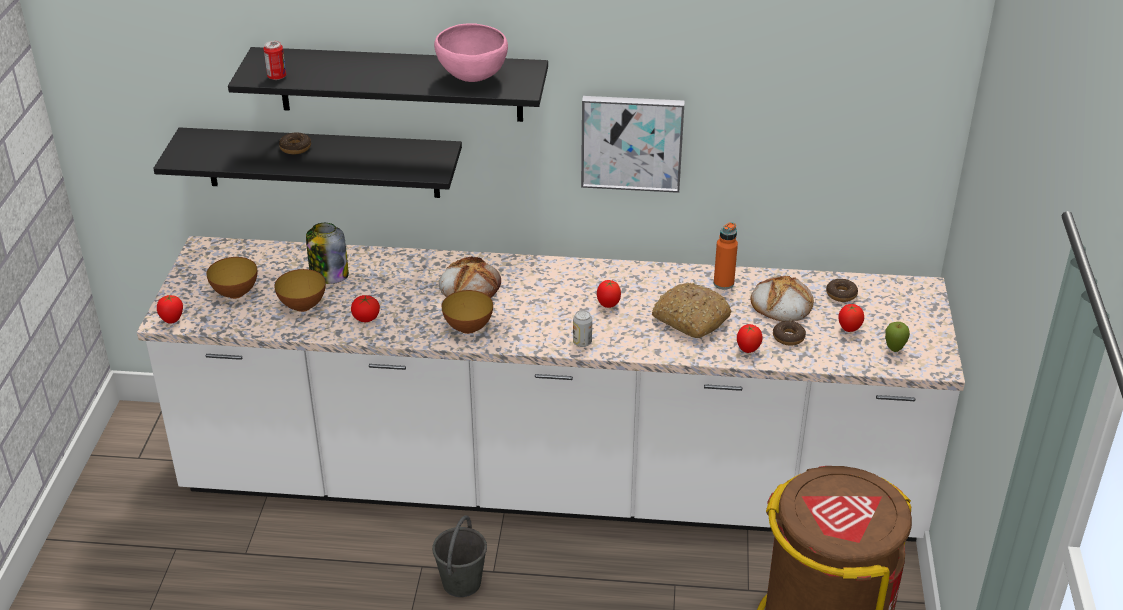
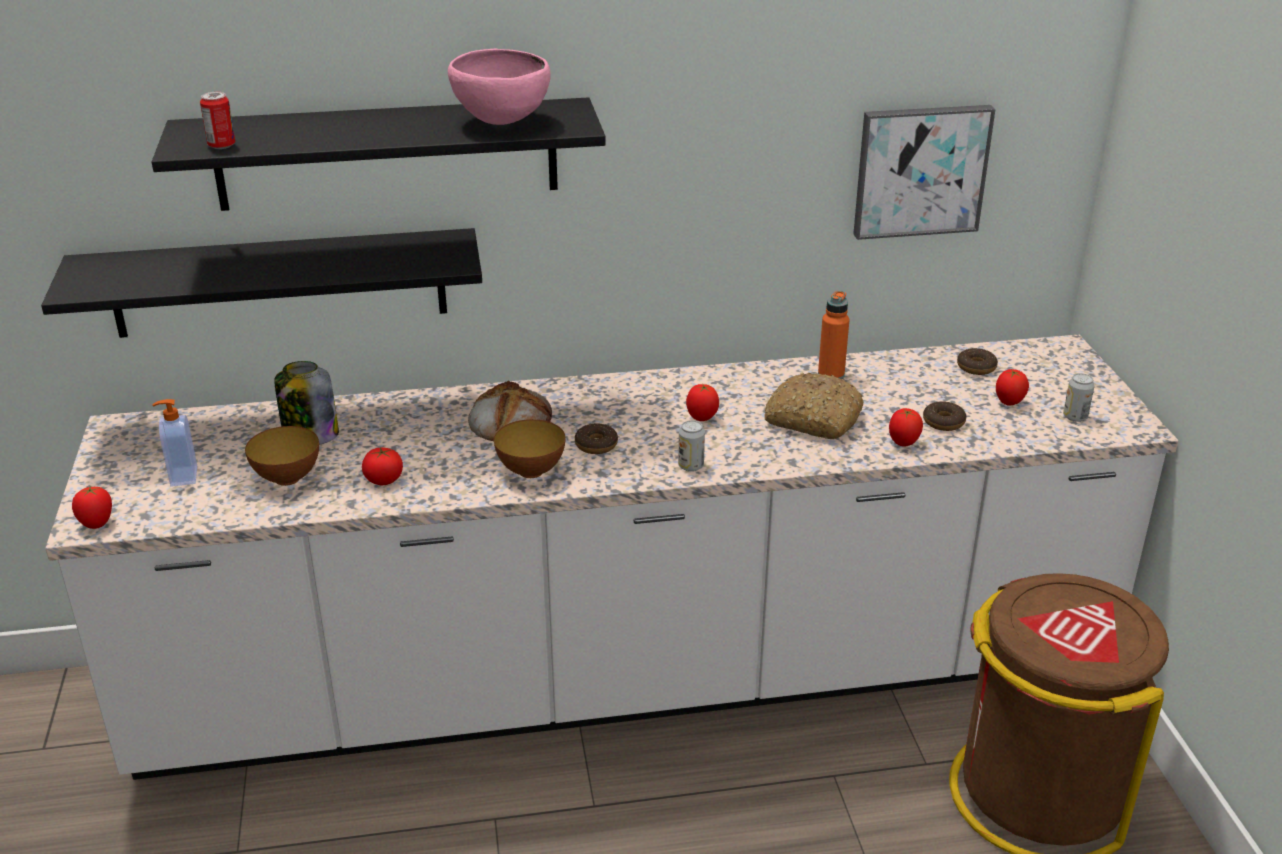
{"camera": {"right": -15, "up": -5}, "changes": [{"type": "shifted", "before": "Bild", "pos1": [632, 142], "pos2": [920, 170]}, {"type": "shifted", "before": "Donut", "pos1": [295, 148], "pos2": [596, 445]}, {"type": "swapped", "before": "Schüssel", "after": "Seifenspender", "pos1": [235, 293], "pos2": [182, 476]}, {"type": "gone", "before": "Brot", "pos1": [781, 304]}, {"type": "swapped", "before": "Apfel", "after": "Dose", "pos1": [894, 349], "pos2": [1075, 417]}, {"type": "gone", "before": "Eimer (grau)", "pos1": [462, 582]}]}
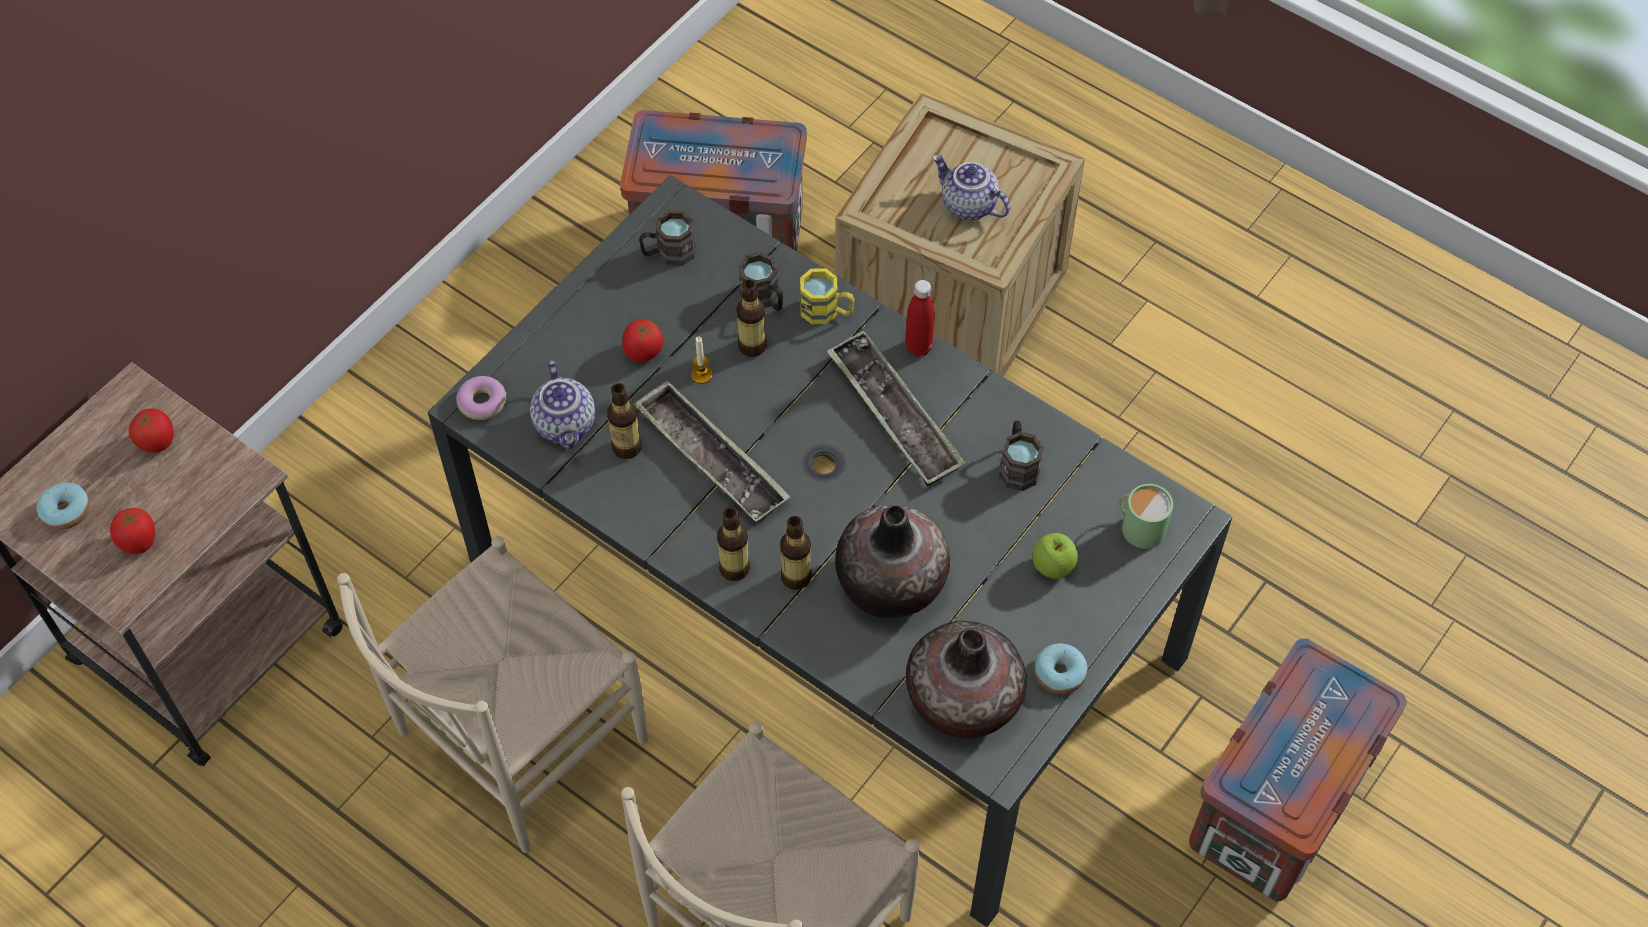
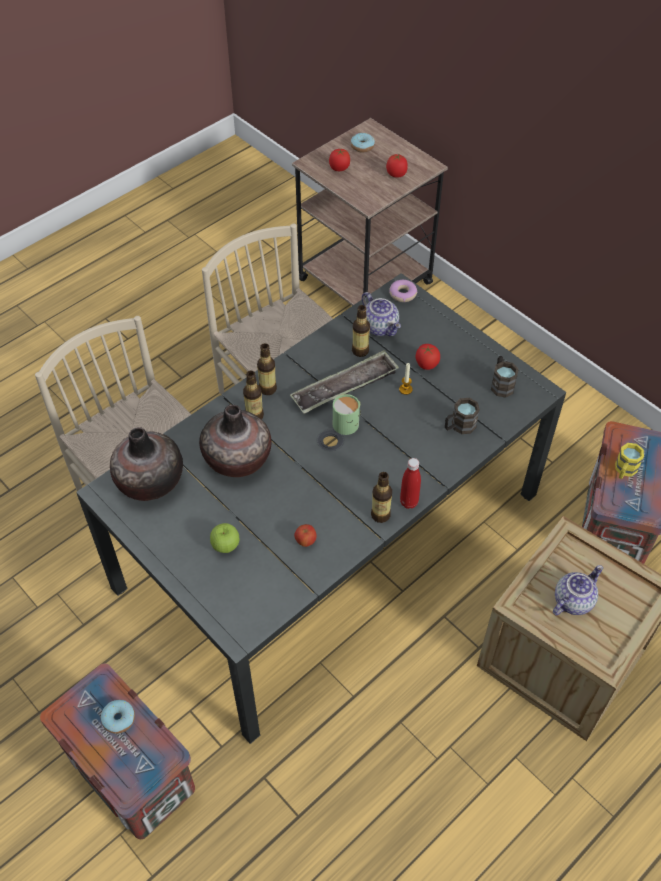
{"camera": {"right": 100, "up": -5}, "changes": [{"type": "shifted", "before": "Henkelbecher (gelb)", "pos1": [827, 312], "pos2": [624, 471]}, {"type": "shifted", "before": "Flasche", "pos1": [752, 346], "pos2": [380, 515]}, {"type": "gone", "before": "Tablett", "pos1": [894, 415]}, {"type": "rotated", "before": "Teekanne", "pos1": [567, 424], "pos2": [381, 327], "turn": -120}, {"type": "swapped", "before": "Henkelbecher (braun)", "after": "Apfel", "pos1": [1018, 465], "pos2": [305, 541]}, {"type": "shifted", "before": "Henkelbecher (grün)", "pos1": [1139, 526], "pos2": [348, 422]}, {"type": "shifted", "before": "Donut", "pos1": [1059, 673], "pos2": [119, 719]}]}
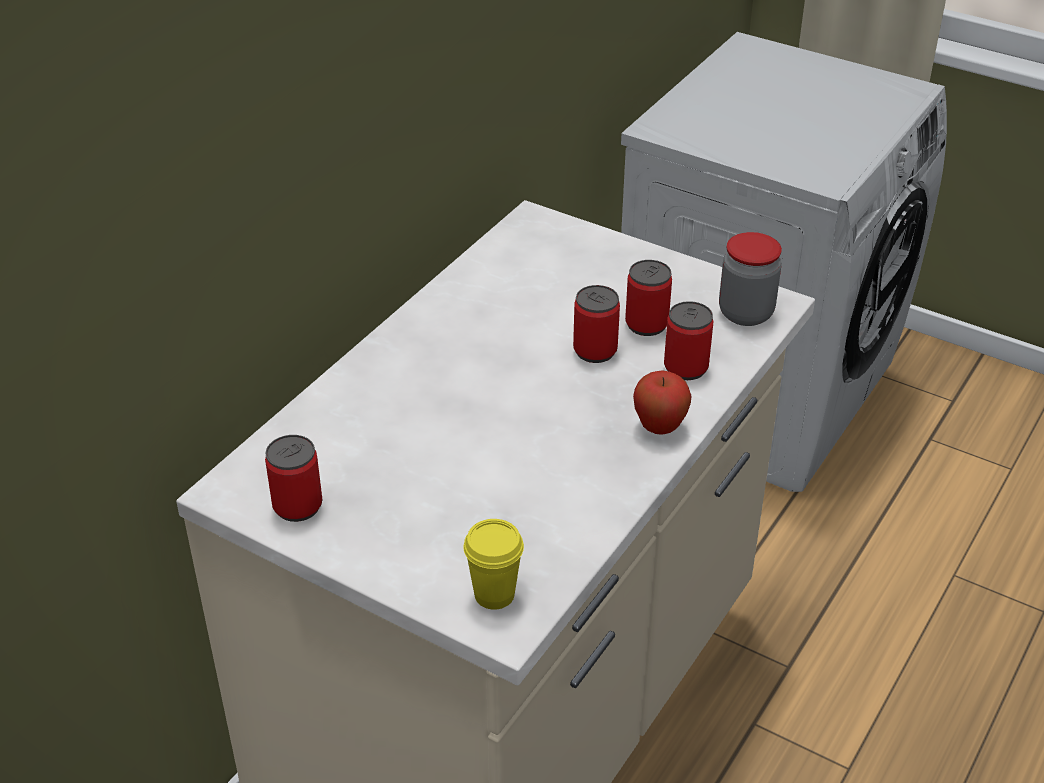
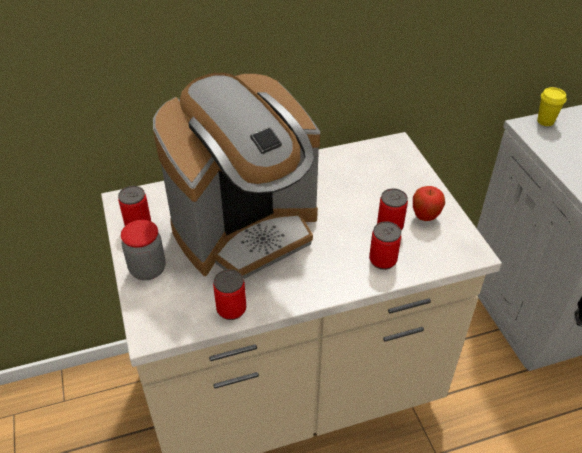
{"camera": {"right": 40, "up": 5}, "changes": [{"type": "shifted", "before": "Vorratsglas", "pos1": [745, 313], "pos2": [148, 269]}, {"type": "shifted", "before": "Dose", "pos1": [595, 350], "pos2": [231, 309]}, {"type": "shifted", "before": "Apfel", "pos1": [659, 428], "pos2": [425, 217]}, {"type": "shifted", "before": "Tasse (gelb)", "pos1": [494, 594], "pos2": [545, 121]}, {"type": "new", "after": "Kaffeemaschine", "pos2": [246, 229]}]}
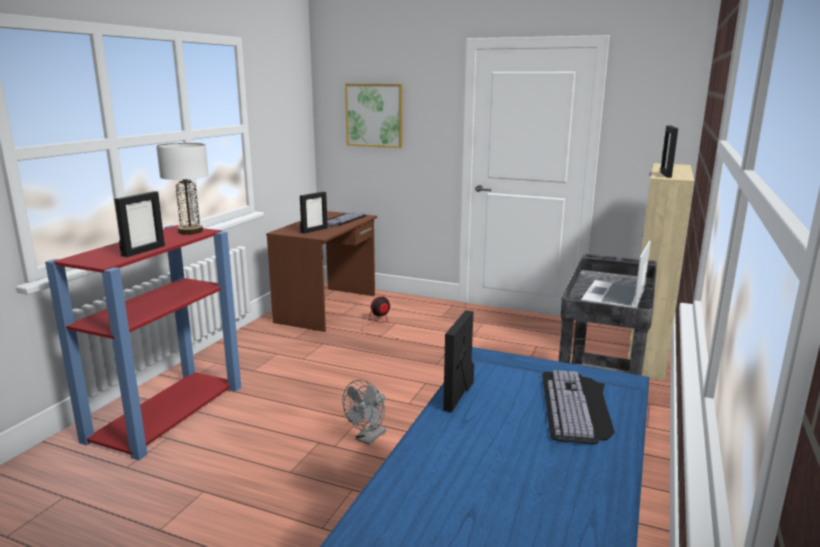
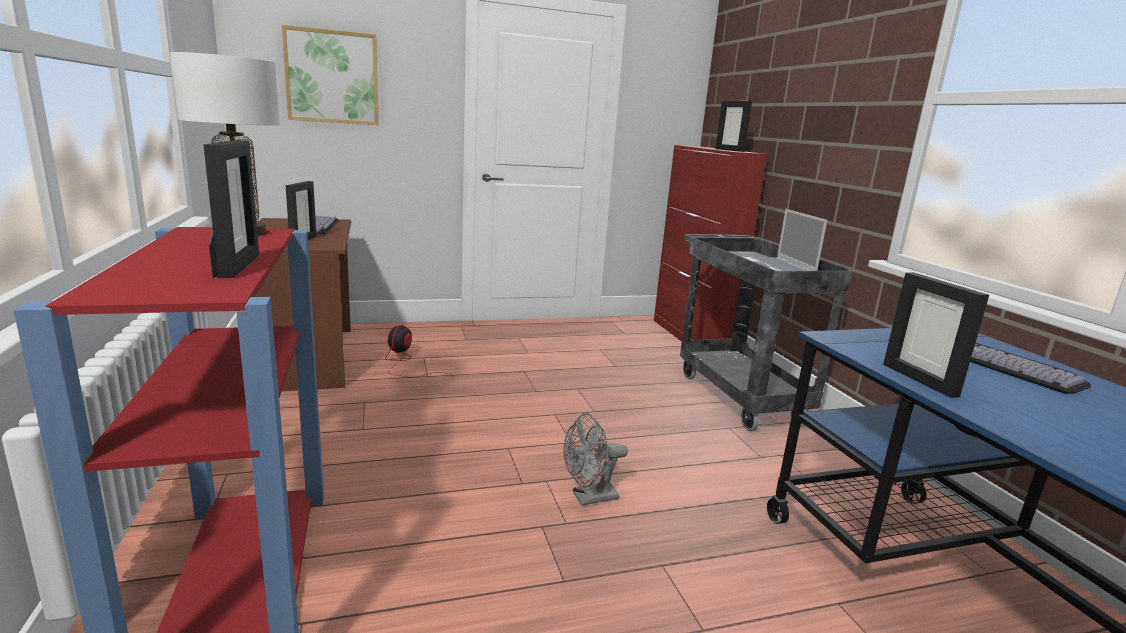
{"camera": {"right": -40, "up": 0}, "changes": [{"type": "repainted", "before": "Schrank (beige)", "after": "Schrank (rot)", "pos1": [647, 354], "pos2": [691, 337]}, {"type": "rotated", "before": "Ventilator (grau)", "pos1": [368, 438], "pos2": [589, 498], "turn": 75}]}
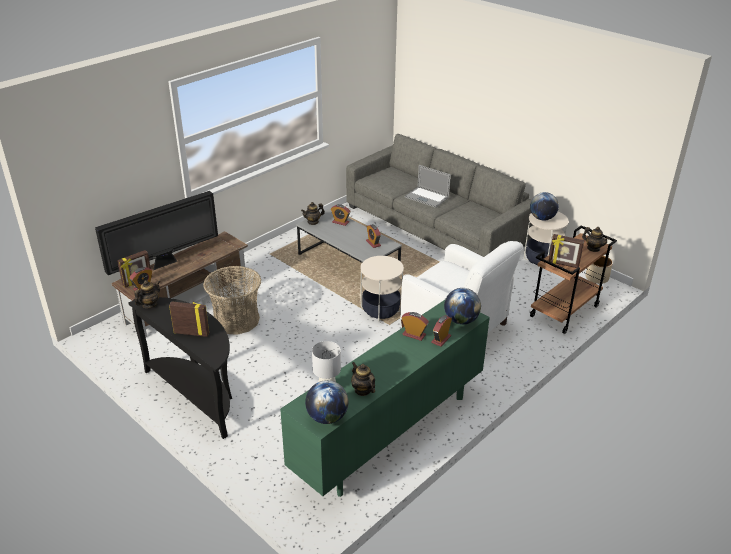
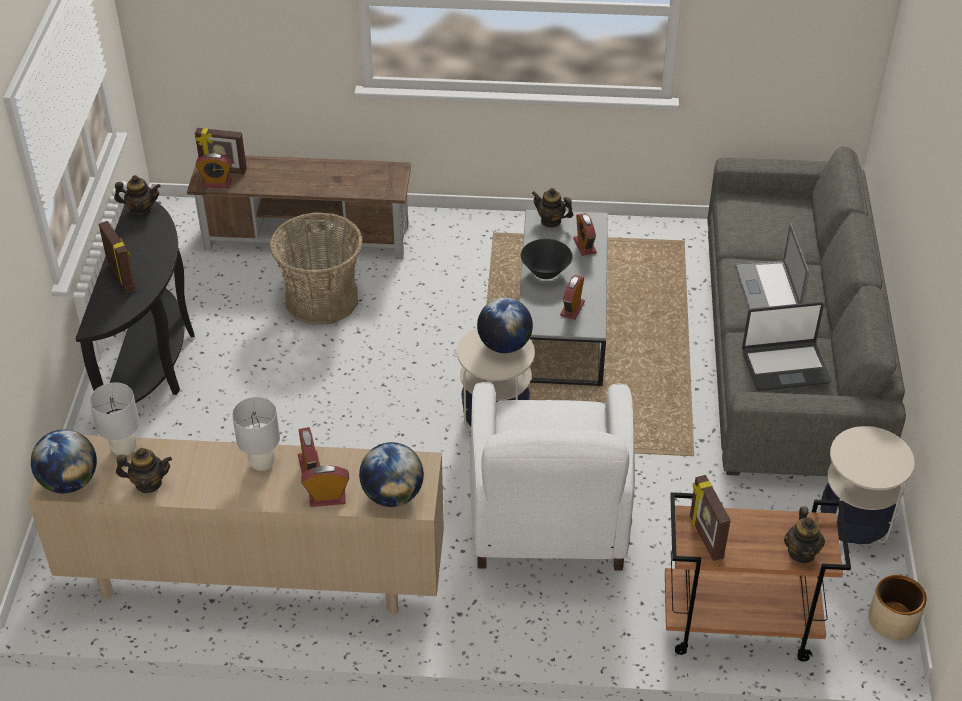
{"camera": {"right": 50, "up": 10}, "changes": [{"type": "gone", "before": "Fernseher", "pos1": [165, 263]}, {"type": "shifted", "before": "Globus", "pos1": [542, 218], "pos2": [504, 345]}, {"type": "repainted", "before": "Schrank (grün)", "after": "Schrank (beige)", "pos1": [390, 433], "pos2": [254, 579]}, {"type": "rotated", "before": "Teekanne", "pos1": [362, 390], "pos2": [148, 483], "turn": 75}, {"type": "new", "after": "Schüssel (schwarz)", "pos2": [545, 272]}, {"type": "new", "after": "Laptop", "pos2": [785, 366]}, {"type": "new", "after": "Tischlampe (grau)", "pos2": [260, 464]}]}
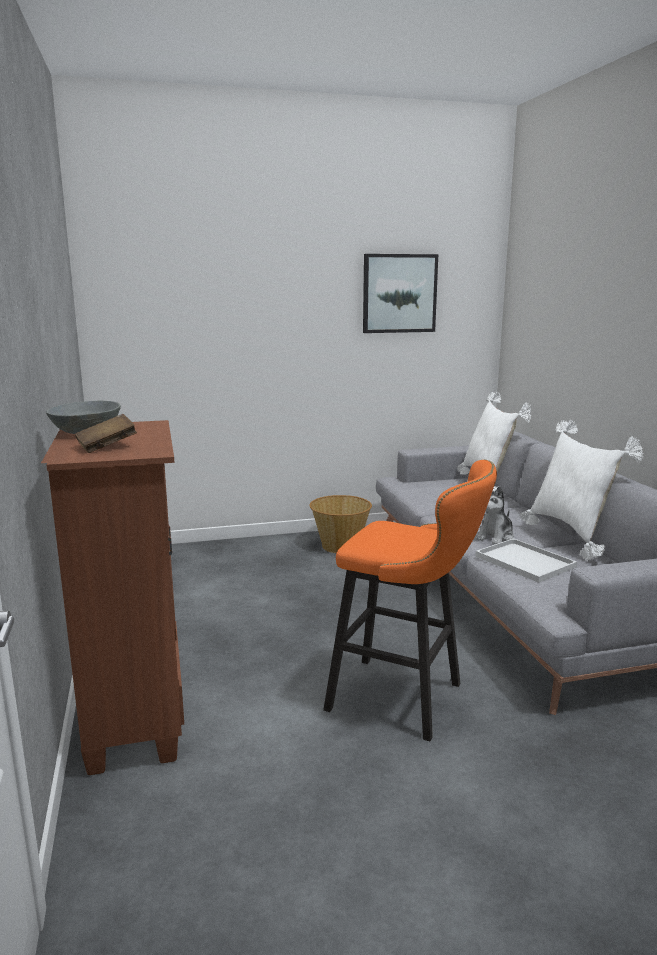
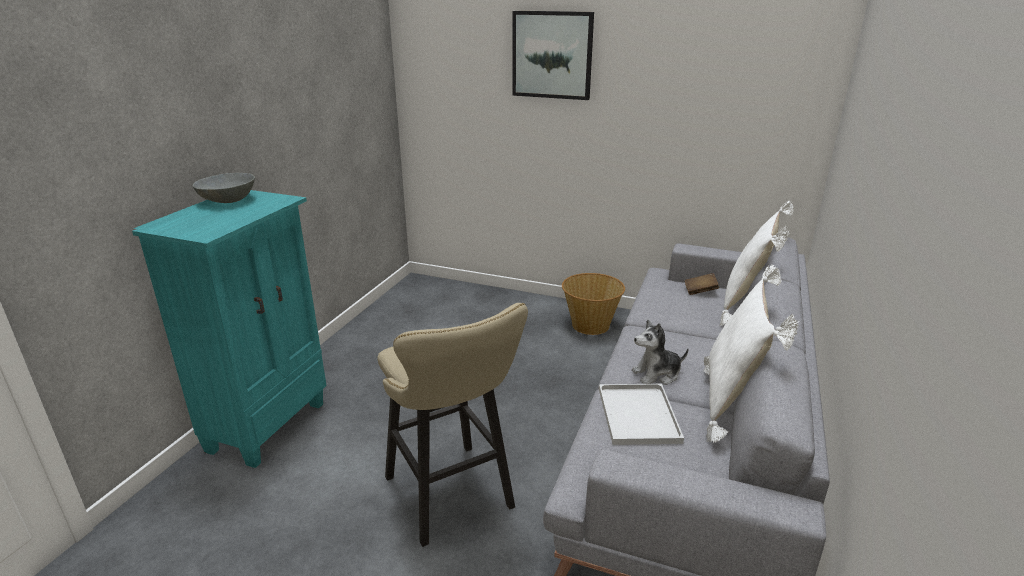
{"camera": {"right": 35, "up": 10}, "changes": [{"type": "shifted", "before": "Bild", "pos1": [399, 293], "pos2": [552, 55]}, {"type": "shifted", "before": "Buch (braun)", "pos1": [107, 447], "pos2": [700, 291]}, {"type": "repainted", "before": "Schrank (braun)", "after": "Schrank (türkis)", "pos1": [137, 724], "pos2": [269, 427]}, {"type": "repainted", "before": "Hocker (orange)", "after": "Hocker (beige)", "pos1": [410, 701], "pos2": [454, 502]}]}
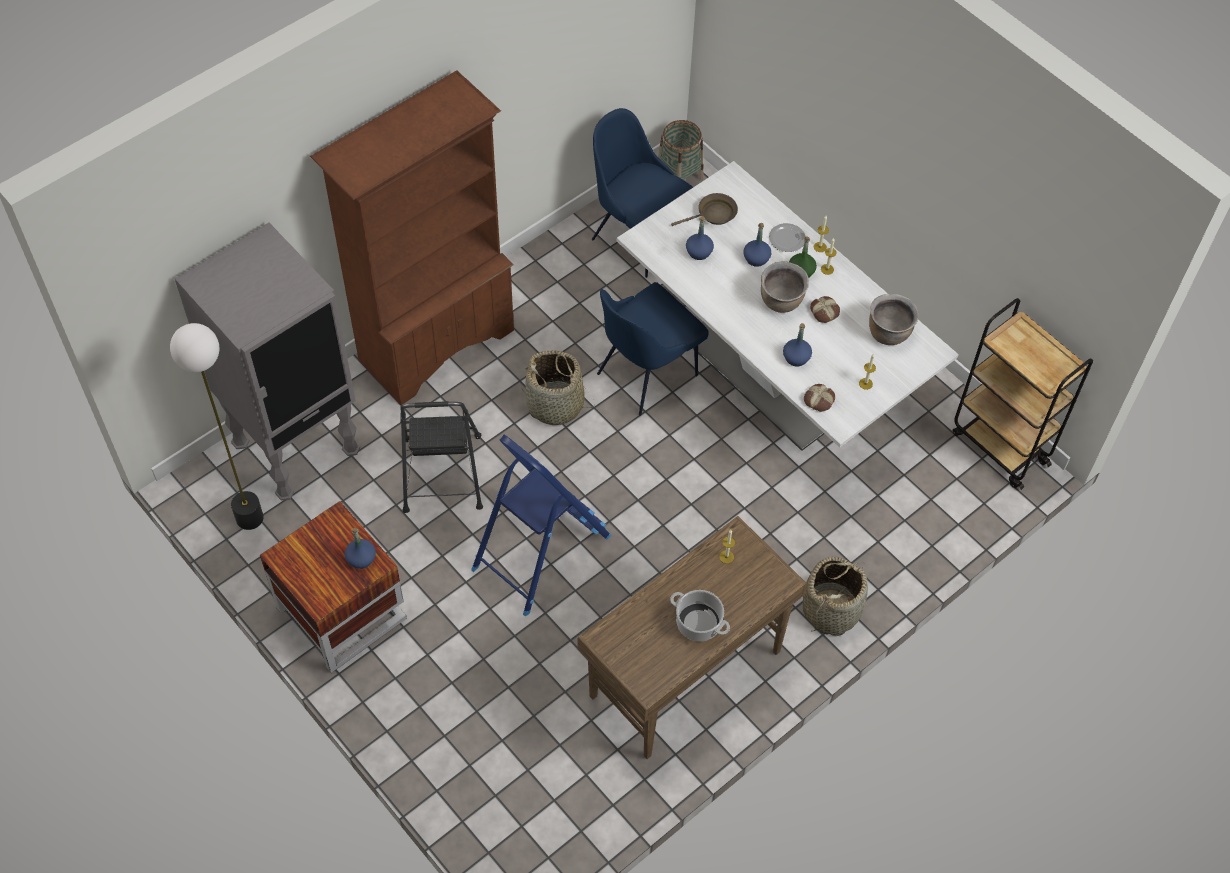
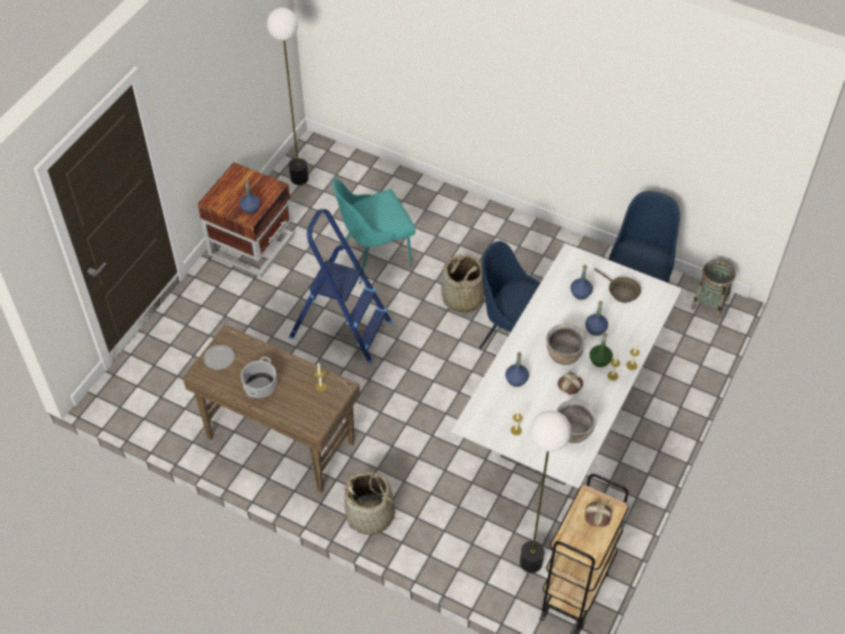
{"camera": {"right": 70, "up": -5}, "changes": [{"type": "gone", "before": "Bücherregal (braun)", "pos1": [436, 344]}, {"type": "gone", "before": "Schrank (grau)", "pos1": [297, 446]}, {"type": "shifted", "before": "Teller", "pos1": [787, 239], "pos2": [218, 358]}, {"type": "shifted", "before": "Brot", "pos1": [819, 400], "pos2": [597, 516]}, {"type": "swapped", "before": "Trittleiter (schwarz)", "after": "Stuhl (türkis)", "pos1": [442, 475], "pos2": [375, 258]}, {"type": "new", "after": "Stehlampe", "pos2": [530, 562]}]}
